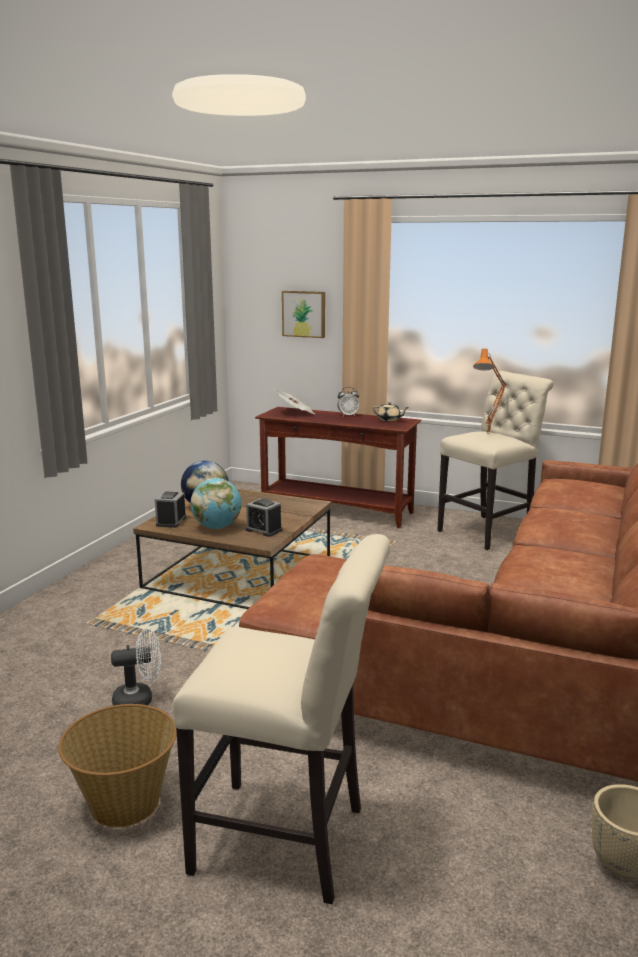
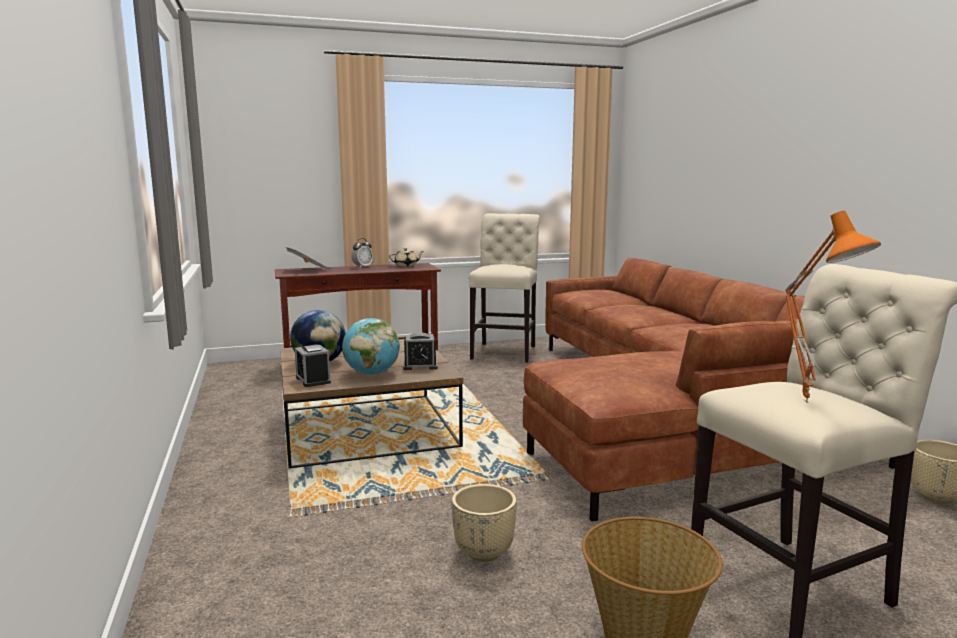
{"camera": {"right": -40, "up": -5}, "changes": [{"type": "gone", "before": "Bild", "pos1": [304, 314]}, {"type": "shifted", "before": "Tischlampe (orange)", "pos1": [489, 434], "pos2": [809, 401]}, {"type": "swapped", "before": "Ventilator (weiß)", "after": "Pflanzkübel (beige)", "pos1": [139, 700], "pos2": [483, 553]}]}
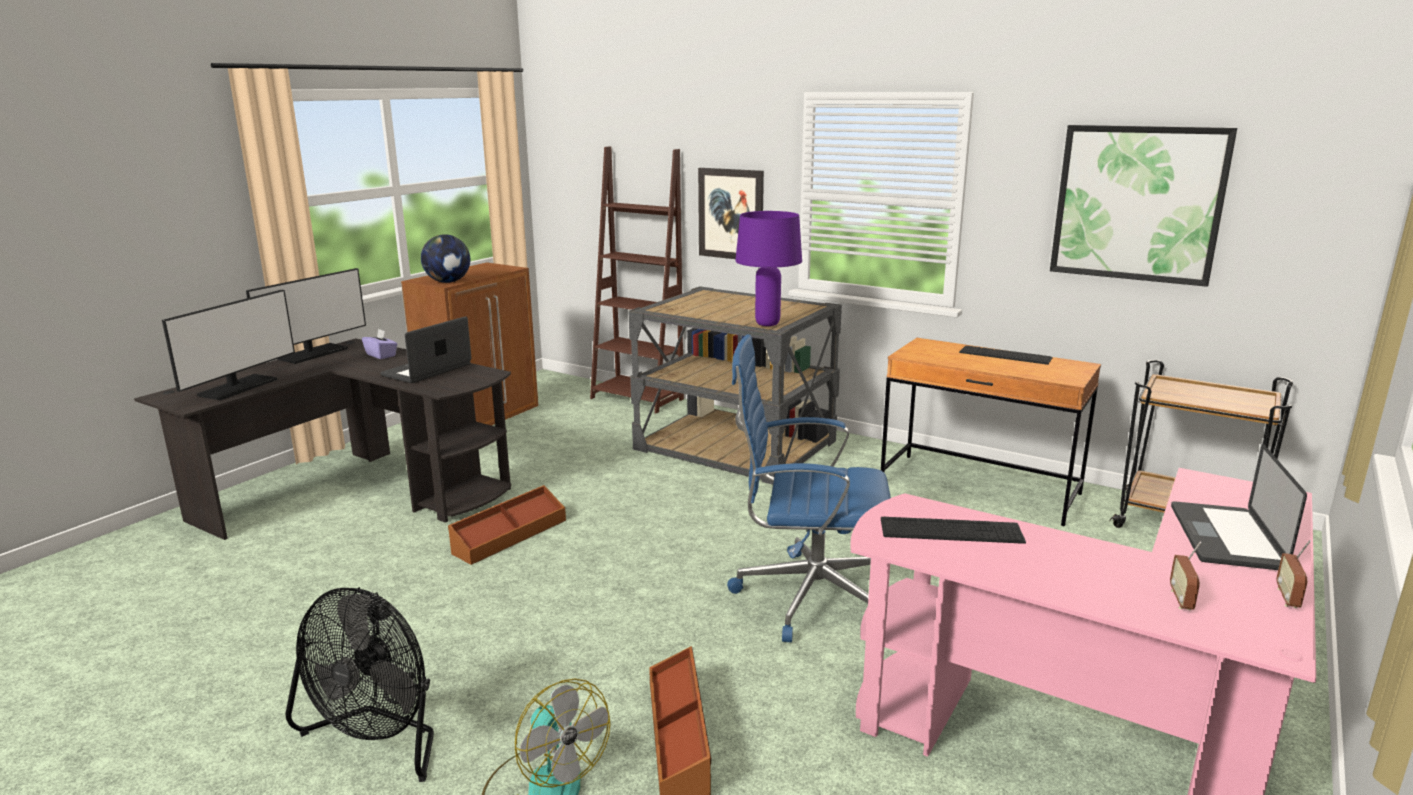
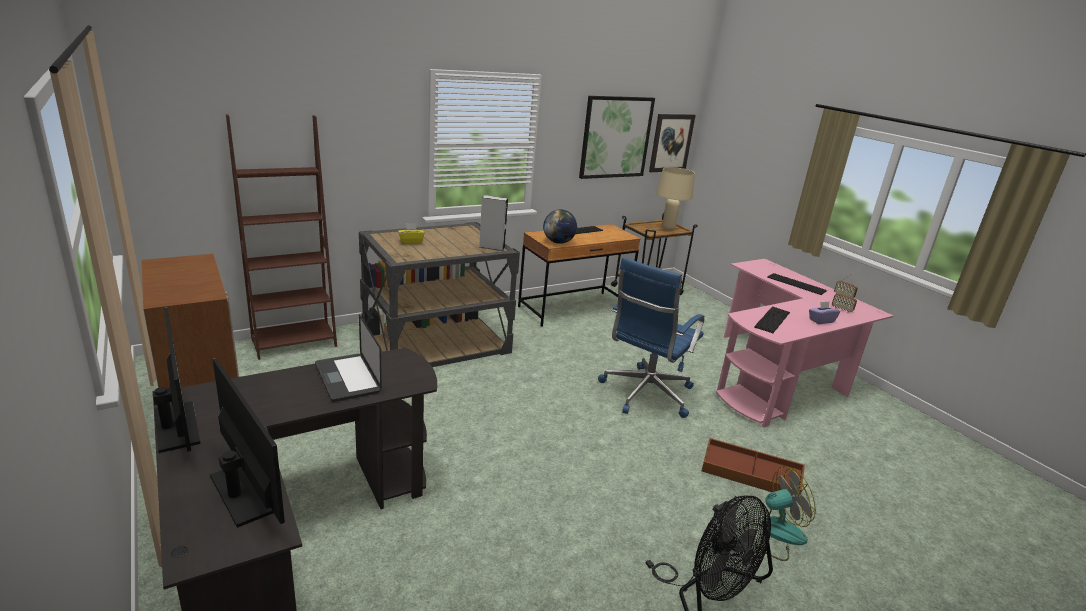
{"camera": {"right": -65, "up": 5}, "changes": [{"type": "shifted", "before": "Bild", "pos1": [731, 214], "pos2": [671, 143]}, {"type": "swapped", "before": "Tischlampe (lila)", "after": "Lautsprecher (grau)", "pos1": [767, 324], "pos2": [492, 247]}, {"type": "shifted", "before": "Globus", "pos1": [448, 282], "pos2": [558, 242]}, {"type": "shifted", "before": "Taschentuchbox (lila)", "pos1": [381, 355], "pos2": [821, 320]}, {"type": "swapped", "before": "Laptop", "after": "Tastatur", "pos1": [1225, 537], "pos2": [796, 284]}, {"type": "gone", "before": "Aufbewahrungsbox (braun)", "pos1": [509, 536]}, {"type": "new", "after": "Tischlampe (beige)", "pos2": [668, 229]}, {"type": "new", "after": "Taschentuchbox (gelb)", "pos2": [411, 242]}]}
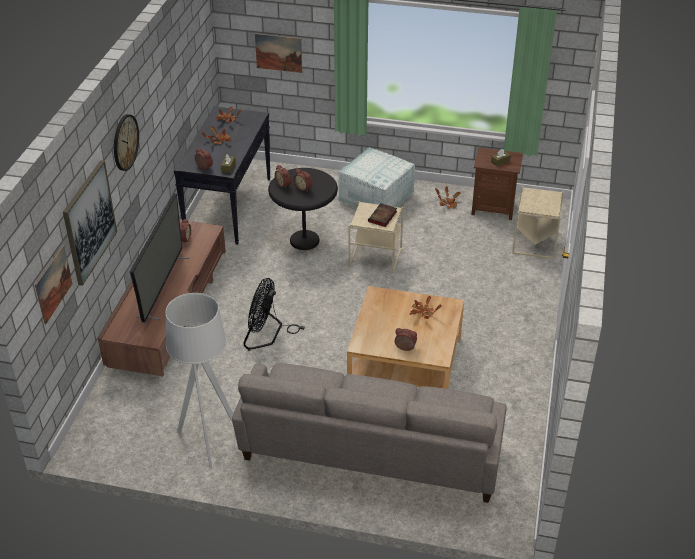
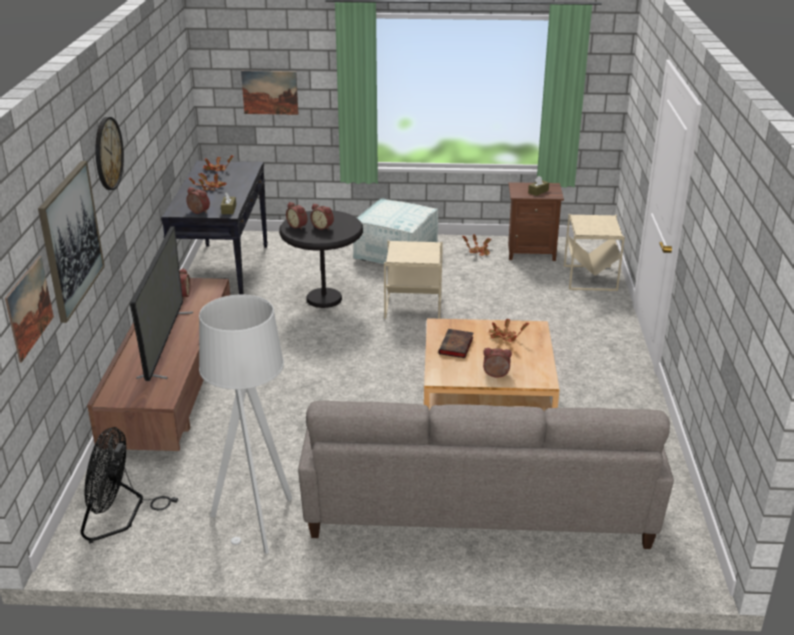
{"camera": {"right": -10, "up": -10}, "changes": [{"type": "shifted", "before": "Buch", "pos1": [382, 217], "pos2": [456, 346]}, {"type": "shifted", "before": "Ventilator (schwarz)", "pos1": [269, 331], "pos2": [124, 511]}]}
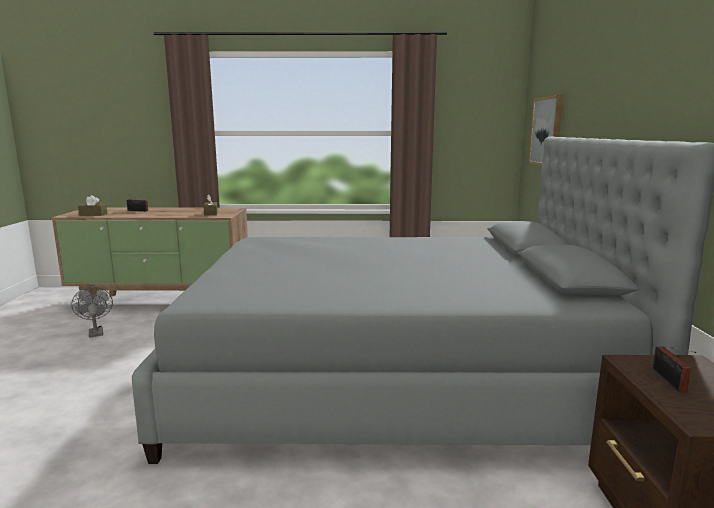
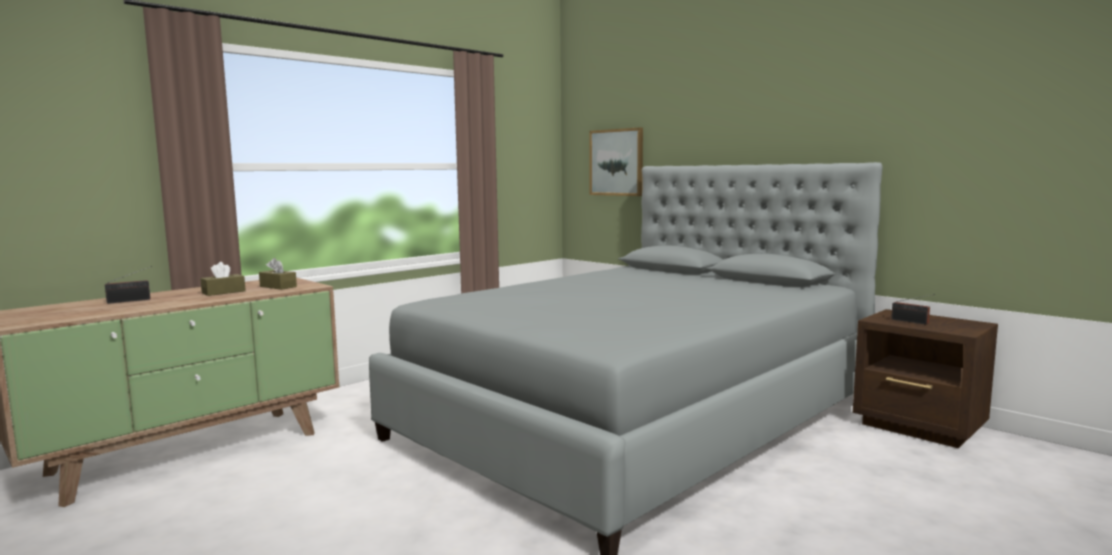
{"camera": {"right": -45, "up": -5}, "changes": [{"type": "shifted", "before": "Taschentuchbox (braun)", "pos1": [93, 214], "pos2": [223, 292]}, {"type": "gone", "before": "Ventilator (grau)", "pos1": [95, 332]}]}
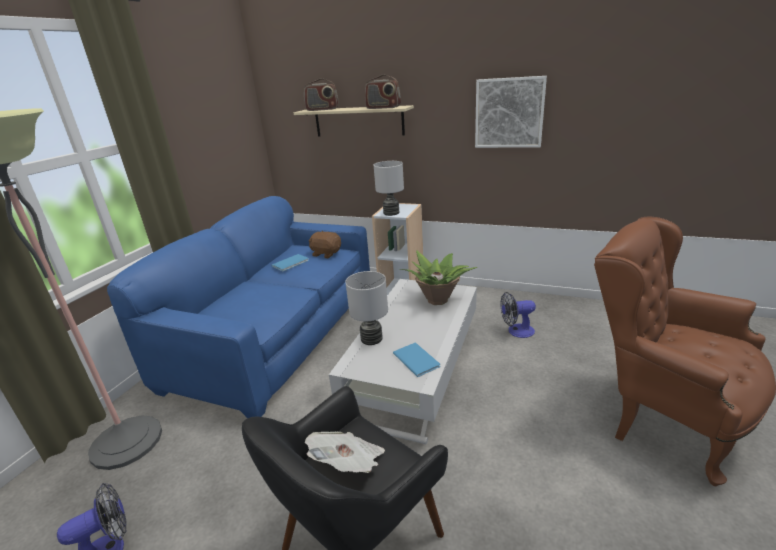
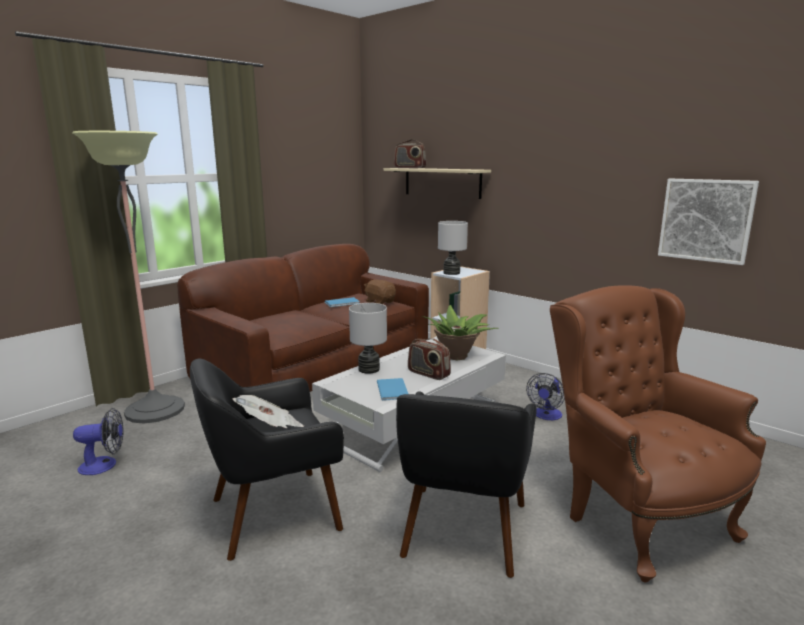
{"camera": {"right": 20, "up": -10}, "changes": [{"type": "shifted", "before": "Radio", "pos1": [383, 108], "pos2": [428, 374]}, {"type": "shifted", "before": "Bild", "pos1": [509, 113], "pos2": [706, 220]}, {"type": "repainted", "before": "Sofa (blau)", "after": "Sofa (braun)", "pos1": [278, 334], "pos2": [317, 369]}, {"type": "rotated", "before": "Ventilator", "pos1": [516, 331], "pos2": [546, 416], "turn": -75}, {"type": "new", "after": "Sessel (schwarz)", "pos2": [463, 530]}]}
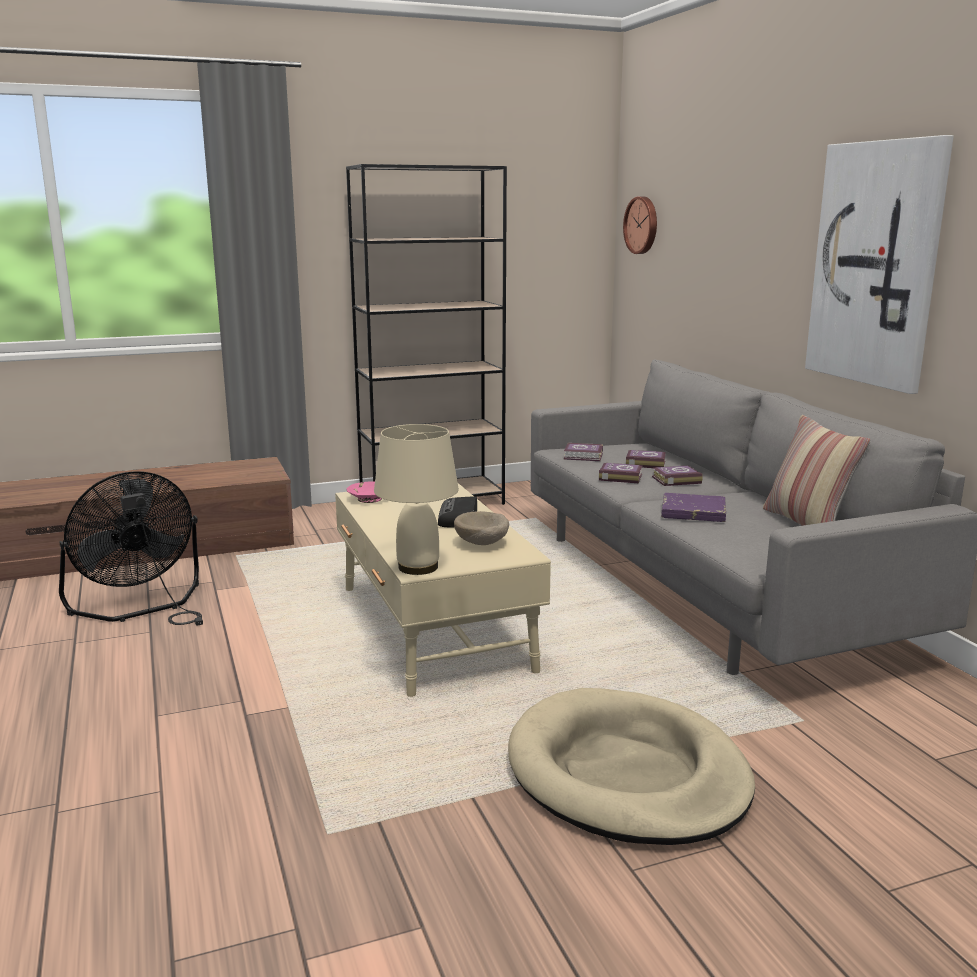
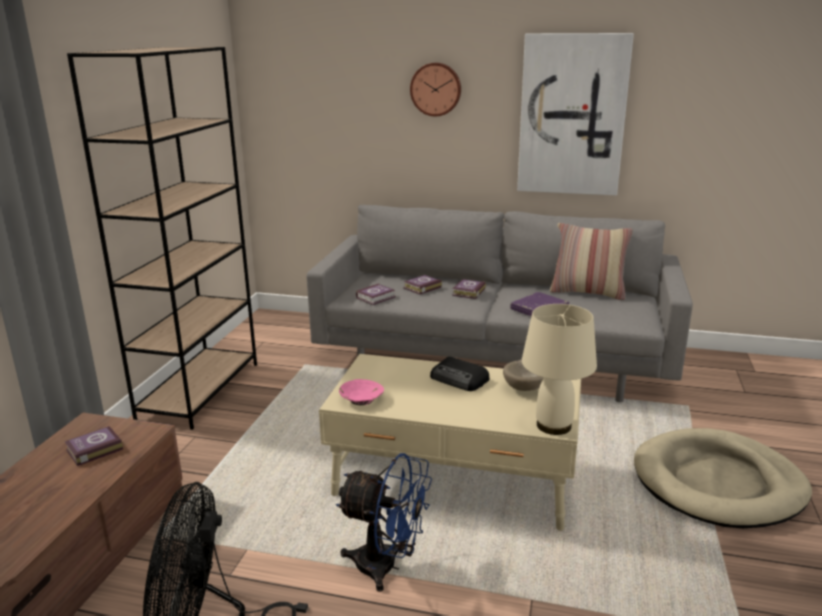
{"camera": {"right": -55, "up": 5}, "changes": [{"type": "shifted", "before": "Wanduhr", "pos1": [642, 225], "pos2": [436, 89]}, {"type": "shifted", "before": "Buch", "pos1": [619, 477], "pos2": [93, 450]}, {"type": "new", "after": "Ventilator (blau)", "pos2": [386, 567]}]}
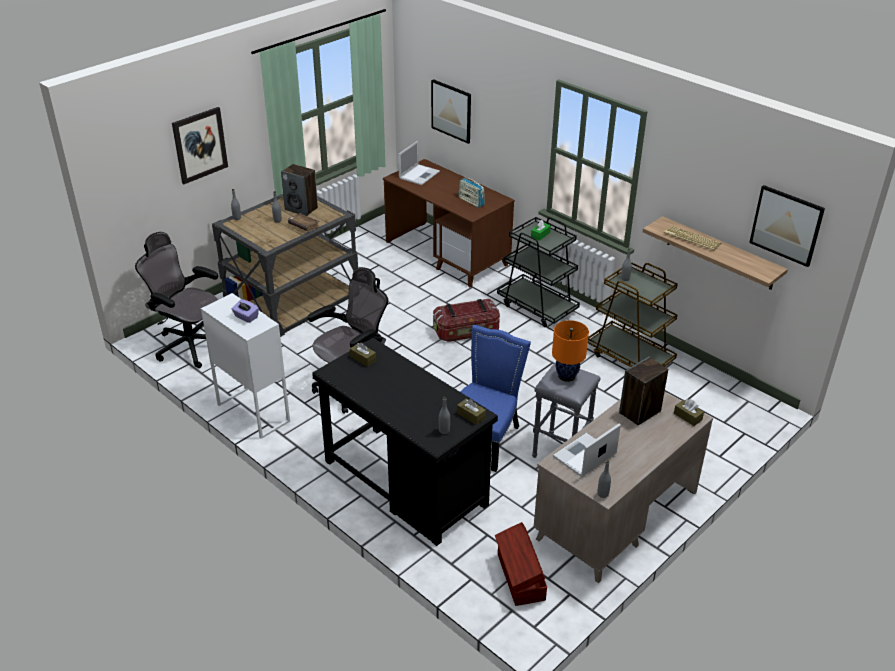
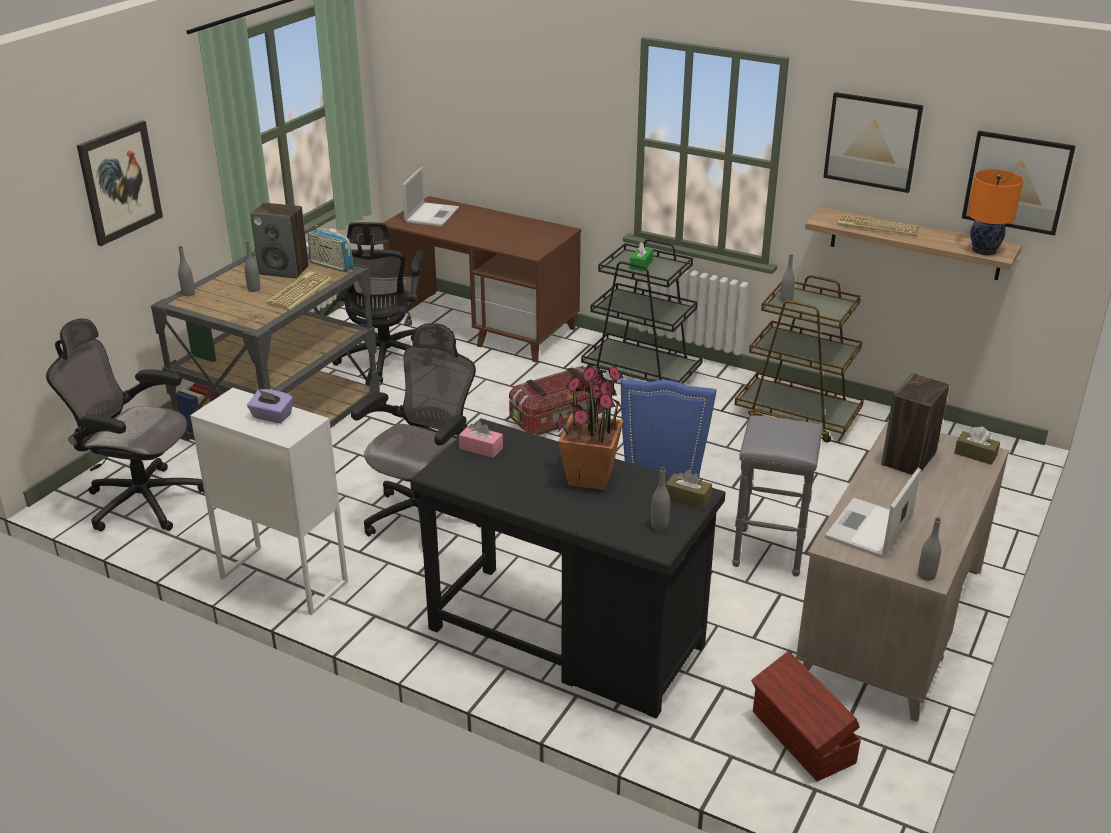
{"camera": {"right": -15, "up": -5}, "changes": [{"type": "shifted", "before": "Bild", "pos1": [451, 111], "pos2": [872, 142]}, {"type": "shifted", "before": "Radio", "pos1": [471, 201], "pos2": [331, 265]}, {"type": "swapped", "before": "Buch (braun)", "after": "Tastatur", "pos1": [304, 226], "pos2": [299, 291]}, {"type": "shifted", "before": "Tischlampe (orange)", "pos1": [567, 376], "pos2": [984, 250]}, {"type": "repainted", "before": "Taschentuchbox (braun)", "after": "Taschentuchbox (rosa)", "pos1": [363, 358], "pos2": [481, 448]}, {"type": "new", "after": "Bürostuhl", "pos2": [385, 359]}, {"type": "new", "after": "Topfpflanze", "pos2": [590, 476]}]}
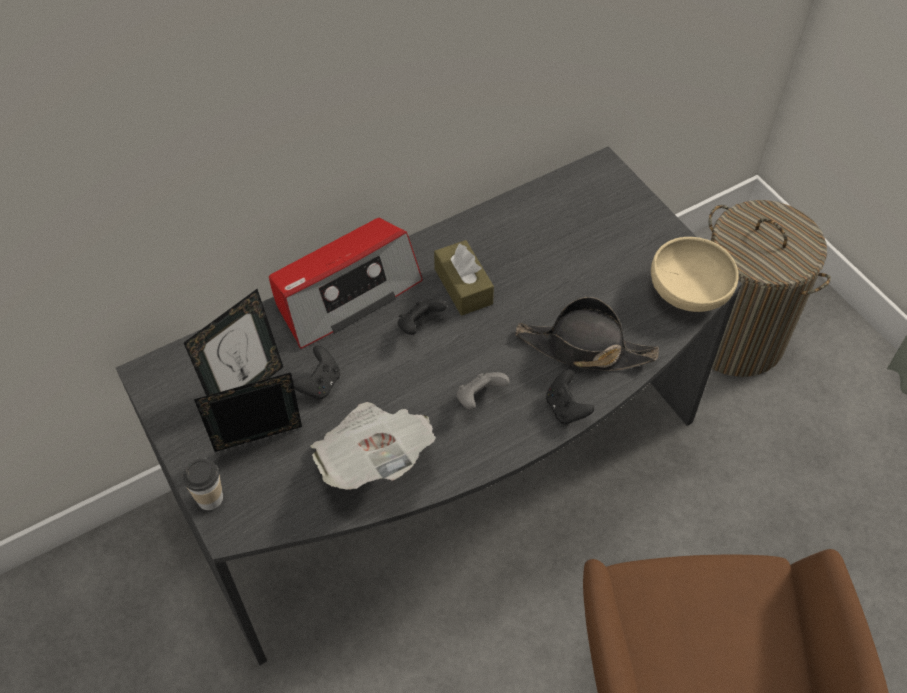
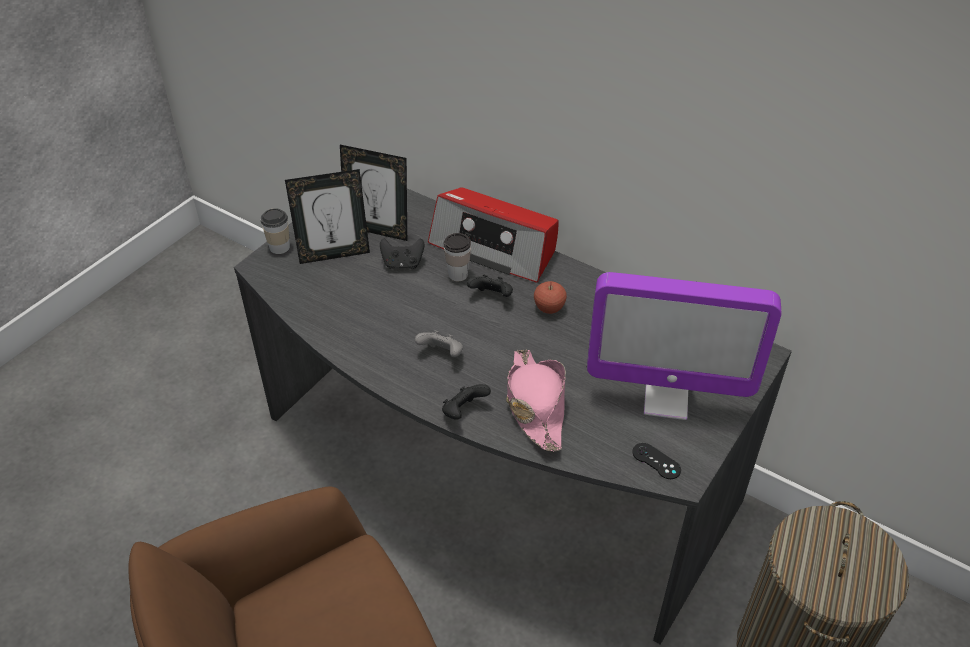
{"camera": {"right": 65, "up": -10}, "changes": [{"type": "swapped", "before": "Schüssel (beige)", "after": "Gamepad (schwarz)", "pos1": [688, 290], "pos2": [656, 461]}, {"type": "swapped", "before": "Taschentuchbox (braun)", "after": "Apfel", "pos1": [463, 286], "pos2": [549, 308]}, {"type": "repainted", "before": "Hut (schwarz)", "after": "Hut (rosa)", "pos1": [584, 348], "pos2": [535, 404]}, {"type": "rotated", "before": "Bilderrahmen", "pos1": [260, 445], "pos2": [334, 254], "turn": 120}, {"type": "gone", "before": "Zeitung", "pos1": [373, 458]}, {"type": "new", "after": "Tasse", "pos2": [458, 275]}, {"type": "new", "after": "Monitor", "pos2": [666, 399]}]}
